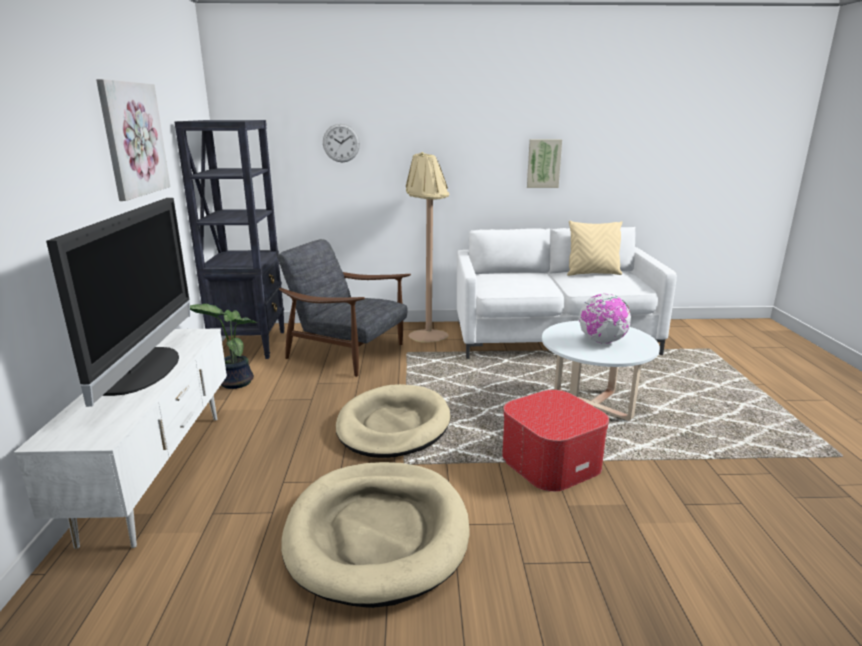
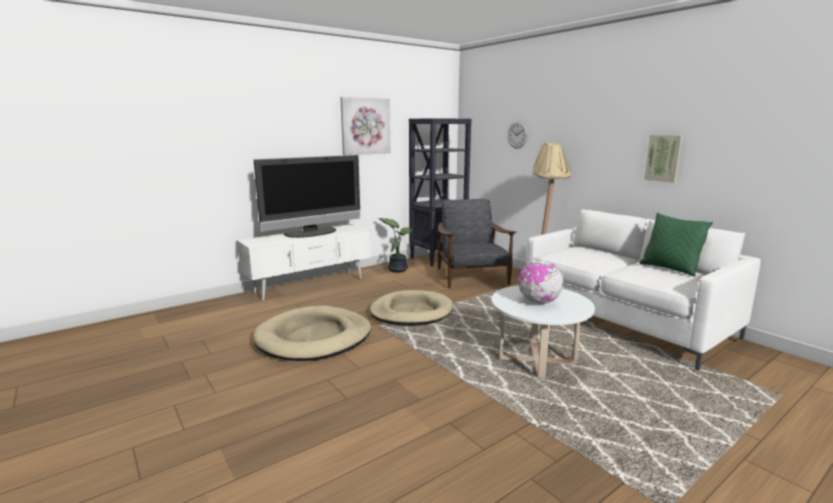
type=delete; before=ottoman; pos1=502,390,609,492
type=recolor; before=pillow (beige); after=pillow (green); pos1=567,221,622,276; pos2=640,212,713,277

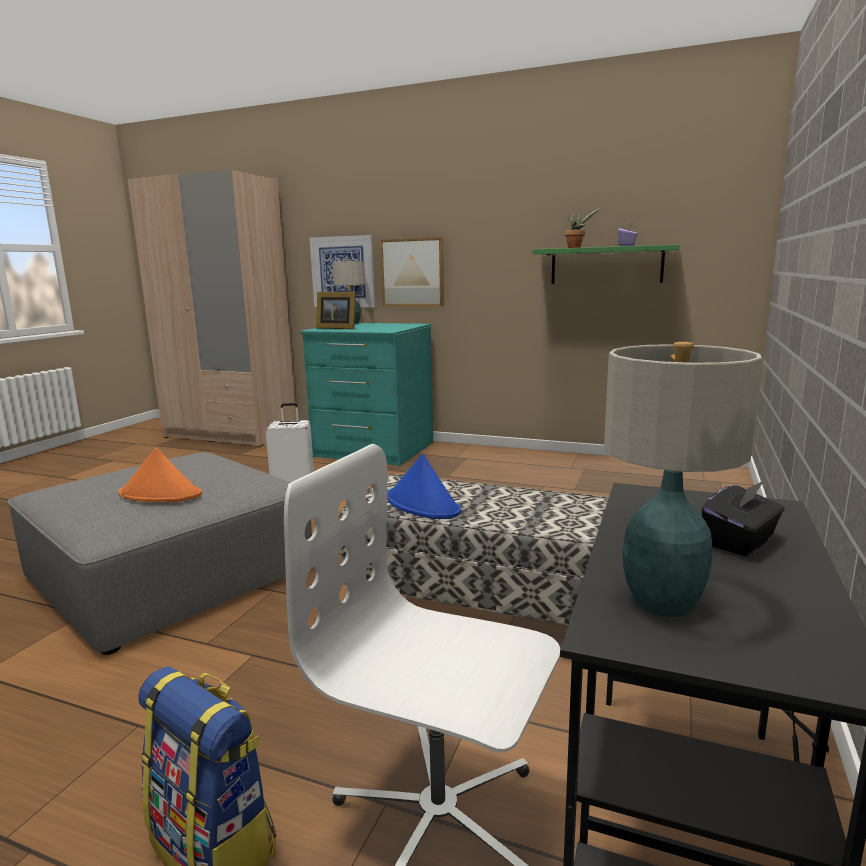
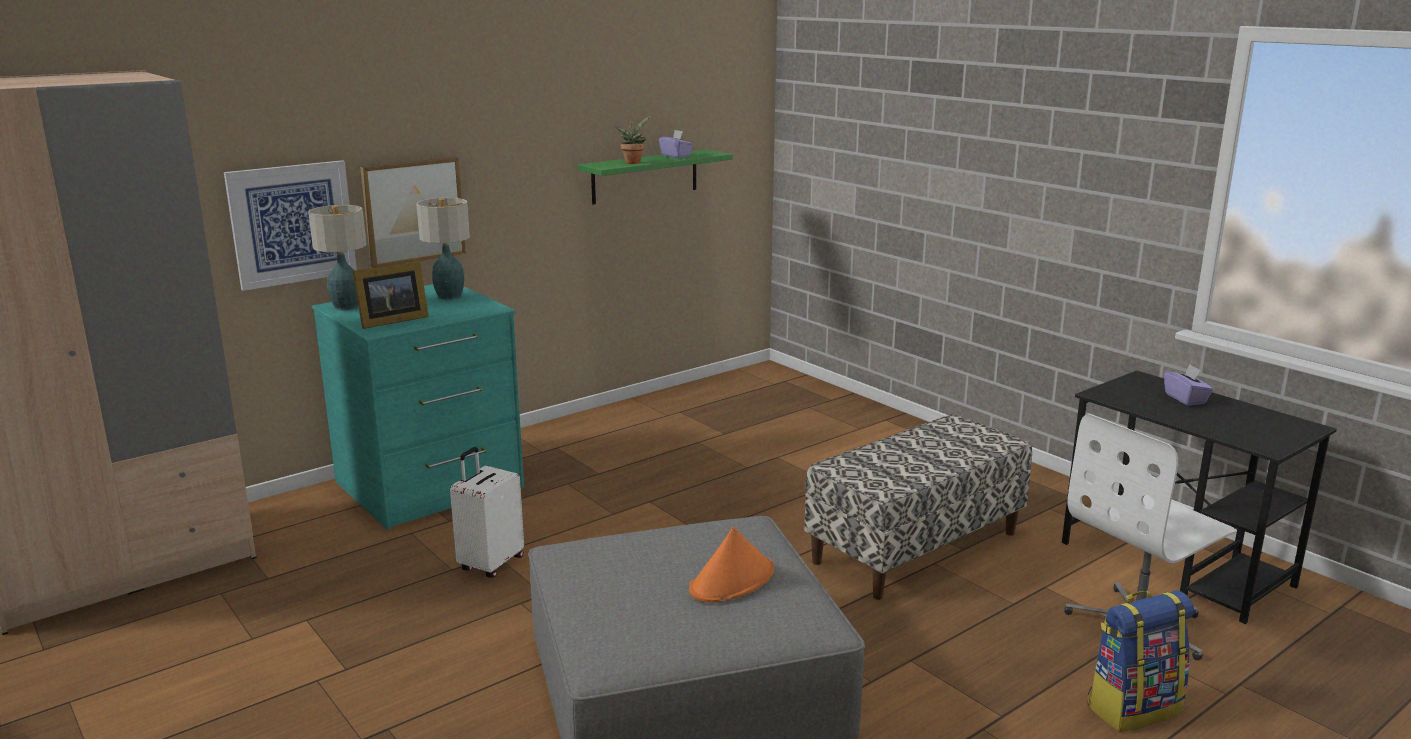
type=delete; before=hat (blue); pos1=387,454,461,519
type=move; before=table lamp; pos1=604,342,762,617; pos2=417,198,470,300
type=recolor; before=tissue box (black); after=tissue box (purple); pos1=702,480,784,557; pos2=1164,364,1213,405

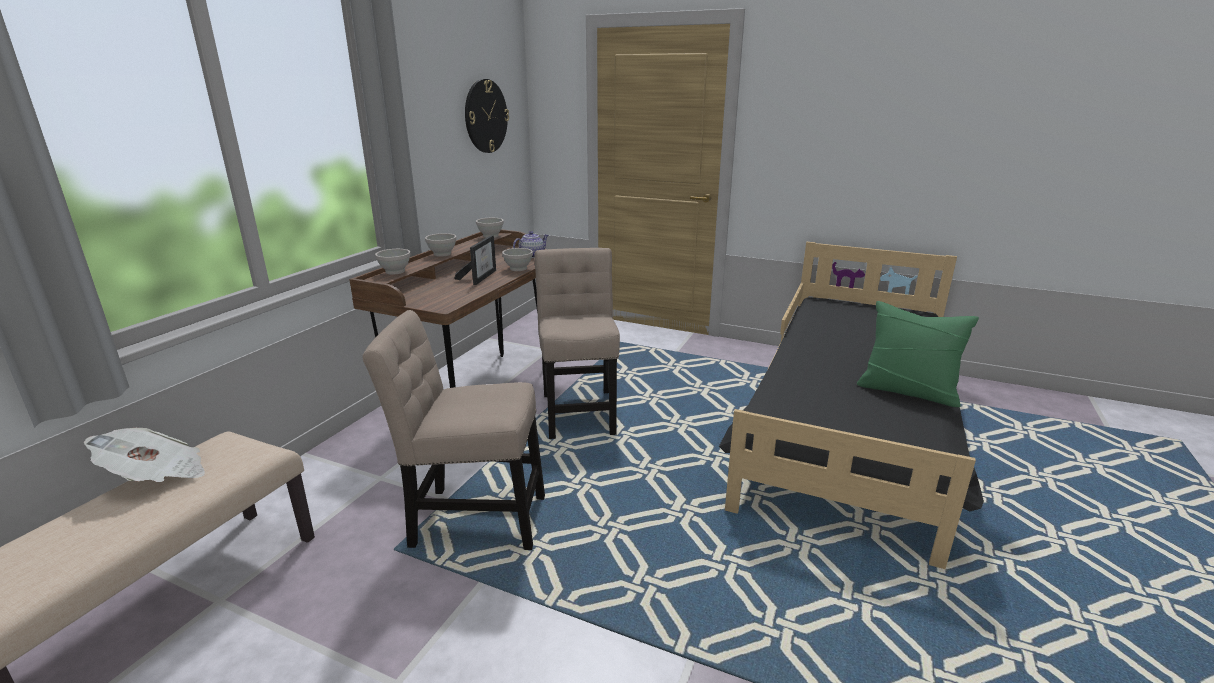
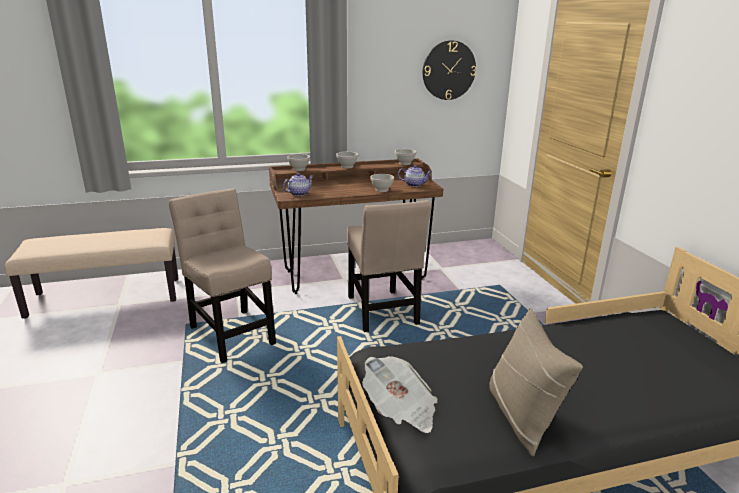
type=move; before=newspaper; pos1=84,428,205,482; pos2=362,356,438,433
type=delete; before=picture frame; pos1=454,235,496,285
type=rotate; before=chair (beige); pos1=534,248,620,439; pos2=347,200,432,332; turn=120
type=recolor; before=pillow (green); after=pillow (beige); pos1=857,301,979,407; pos2=489,308,583,456
type=insert; after=teapot; pos2=283,173,313,196

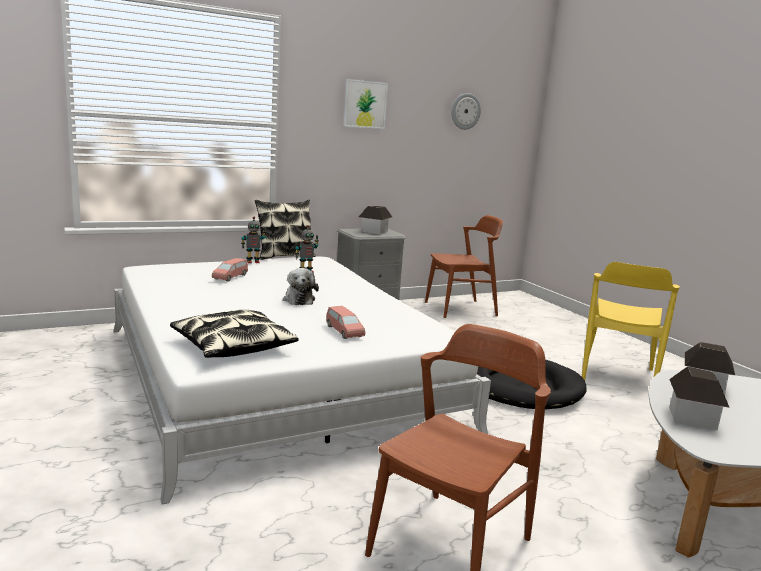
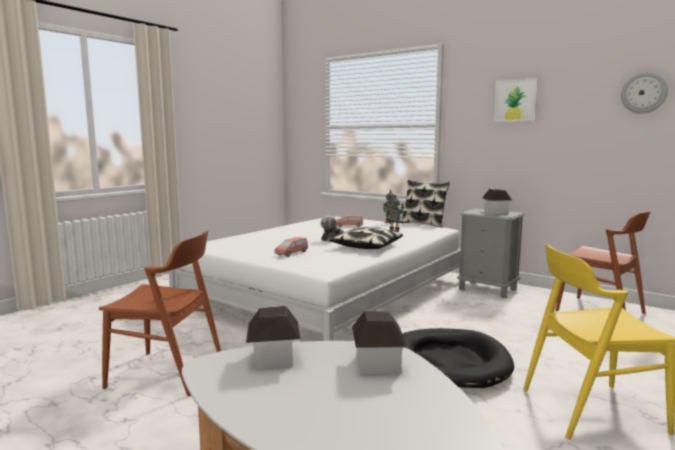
type=move; before=pillow; pos1=170,310,299,358; pos2=330,227,403,249

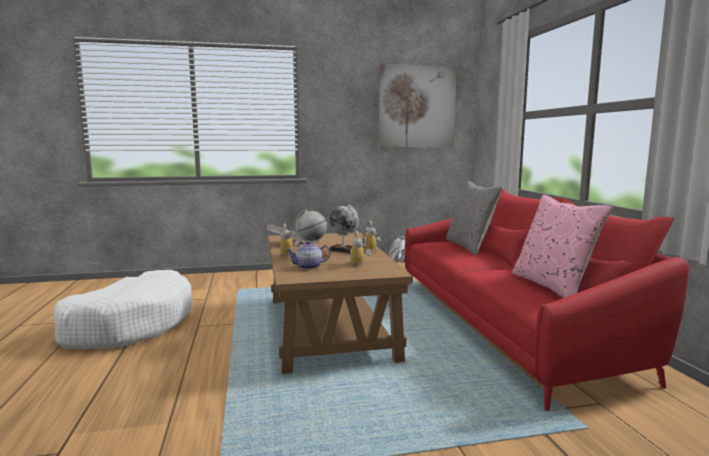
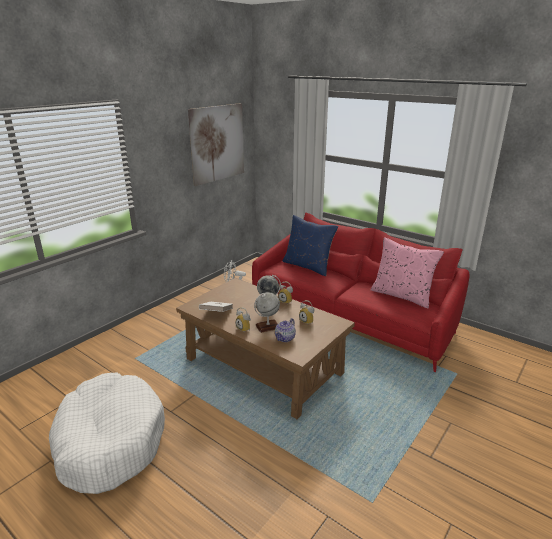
type=recolor; before=pillow (grey); after=pillow (blue); pos1=446,181,502,255; pos2=282,215,338,276

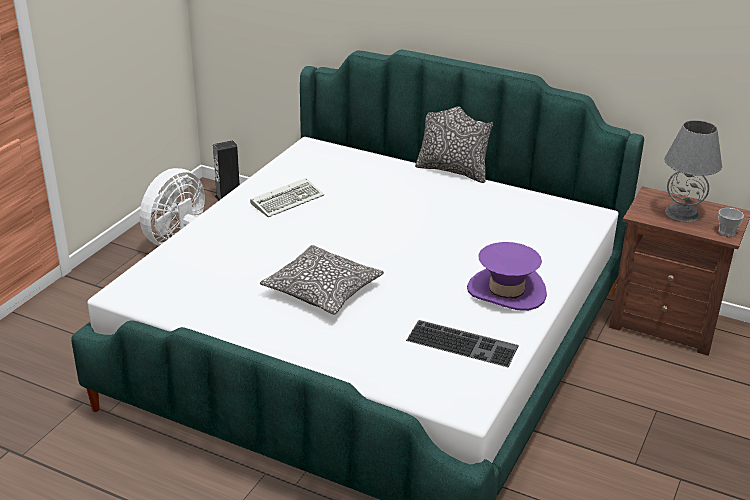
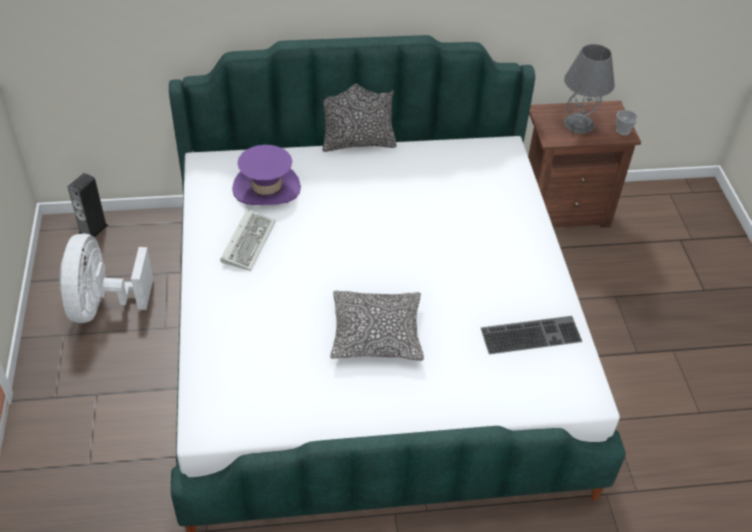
type=move; before=hat (purple); pos1=467,242,547,311; pos2=232,145,301,205

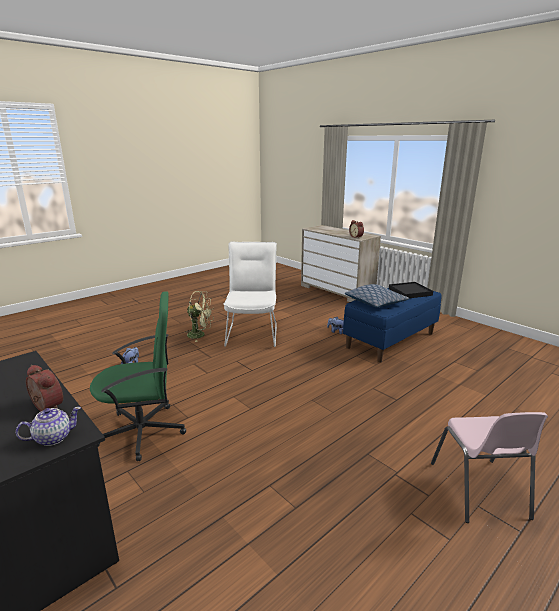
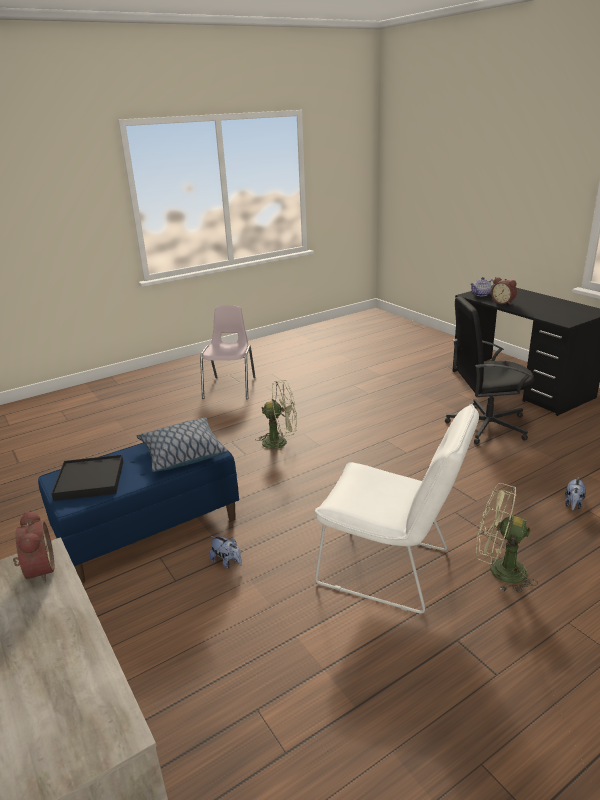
type=recolor; before=office chair (green); after=office chair (black); pos1=90,291,186,461; pos2=445,296,534,444
type=rotate; before=chair (white); pos1=223,241,277,347; pos2=315,404,479,614; turn=-75
type=insert; after=fan (green); pos2=256,380,297,454

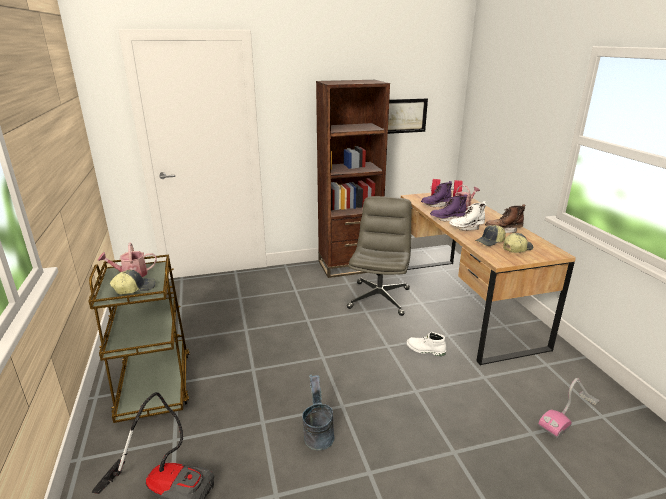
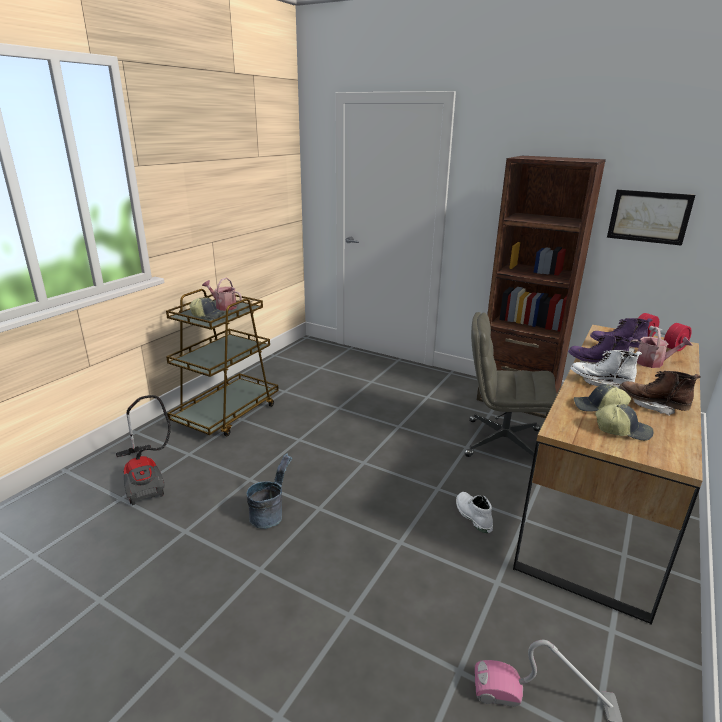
type=rotate; before=office chair (grey); pos1=347,196,412,316; pos2=465,312,557,457; turn=-135

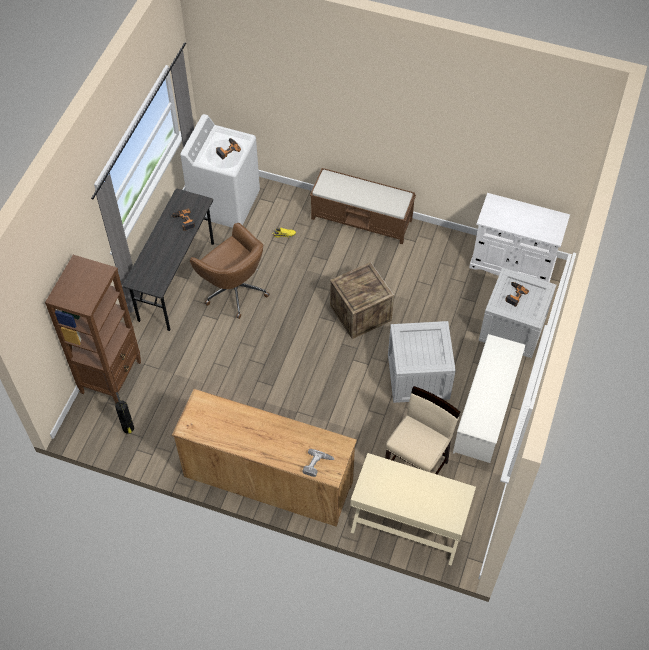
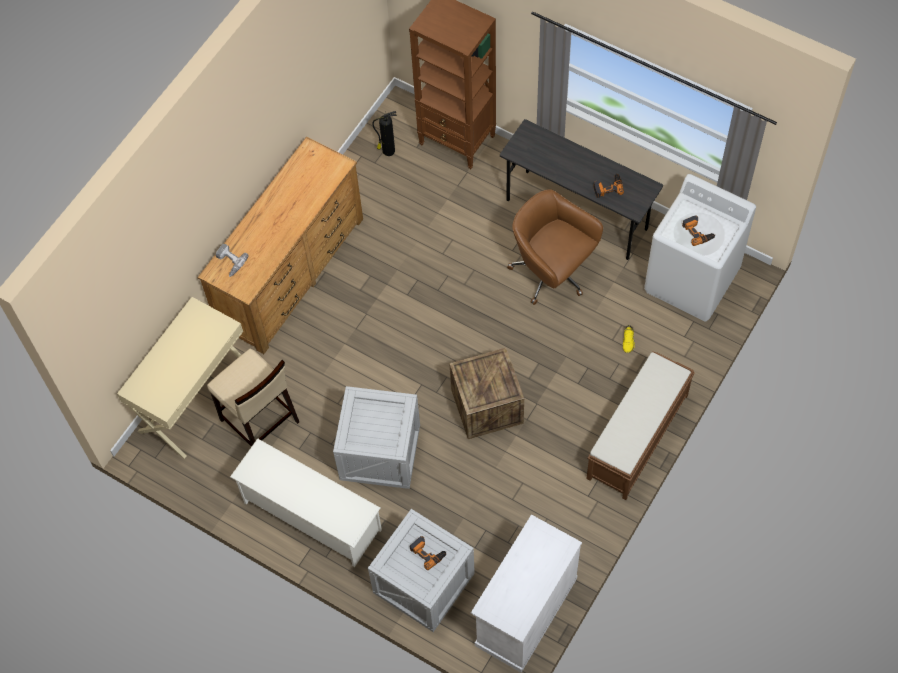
type=rotate; before=office chair (brown); pos1=190,223,270,319; pos2=507,189,603,305; turn=75

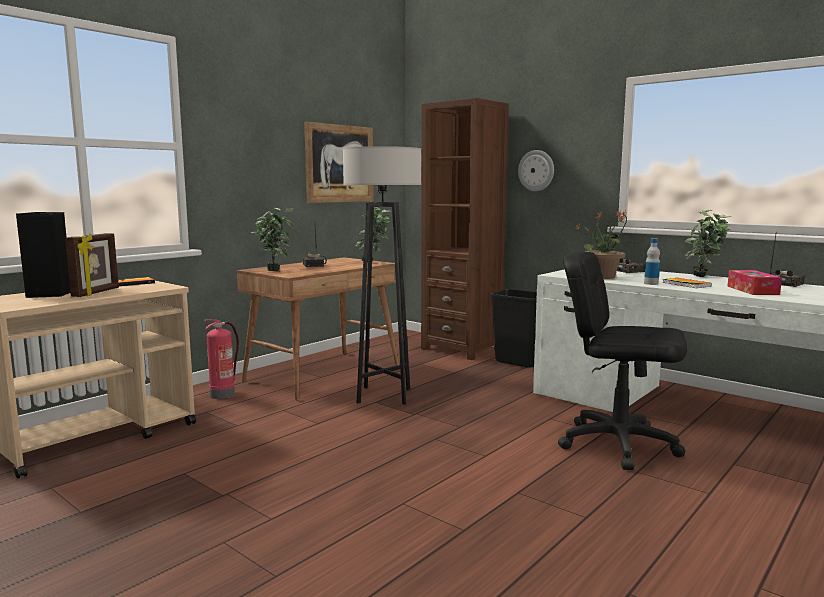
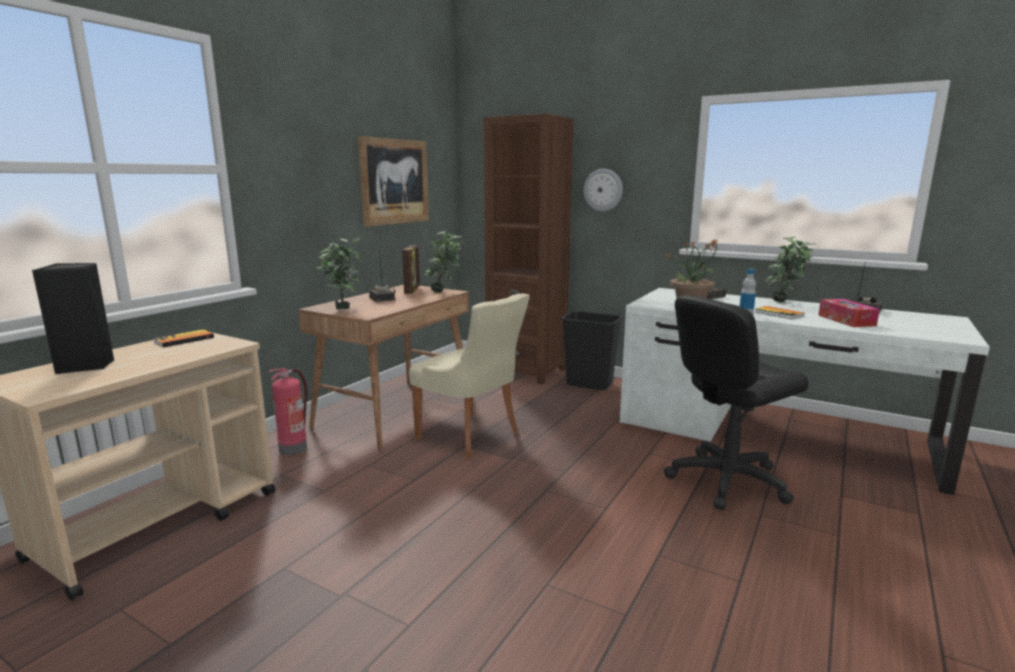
type=move; before=picture frame; pos1=65,233,119,297; pos2=402,245,420,294
type=replace; before=floor lamp (grey); after=chair (beige); pos1=343,146,421,405; pos2=409,294,530,459
type=rotate; before=office chair (black); pos1=558,251,687,470; pos2=664,295,809,510; turn=-45

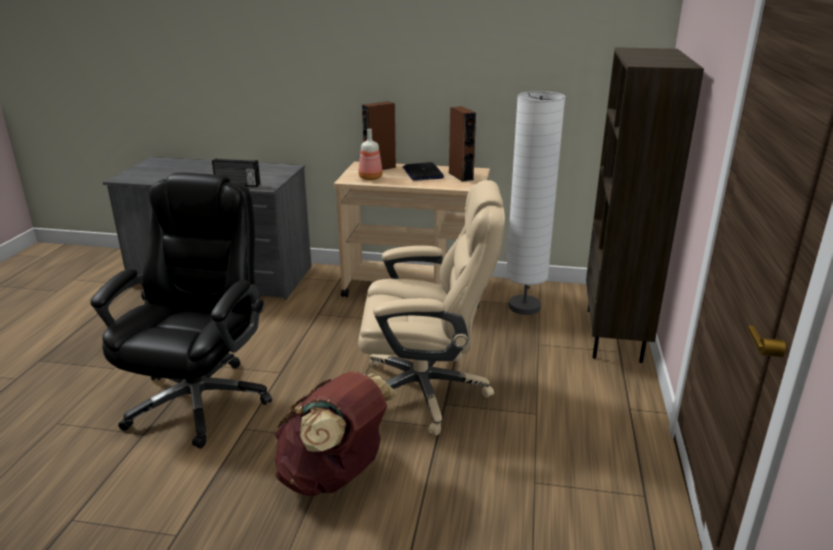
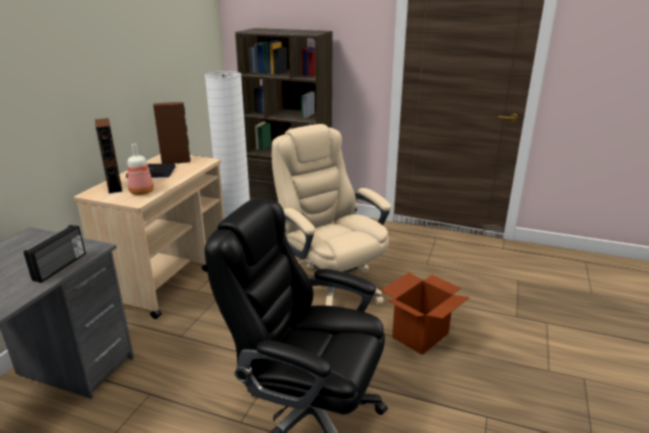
type=replace; before=backpack (brown); after=cardboard box; pos1=274,371,398,496; pos2=381,272,470,355
type=rotate; before=office chair (beige); pos1=358,180,505,436; pos2=271,124,391,306; turn=-45

